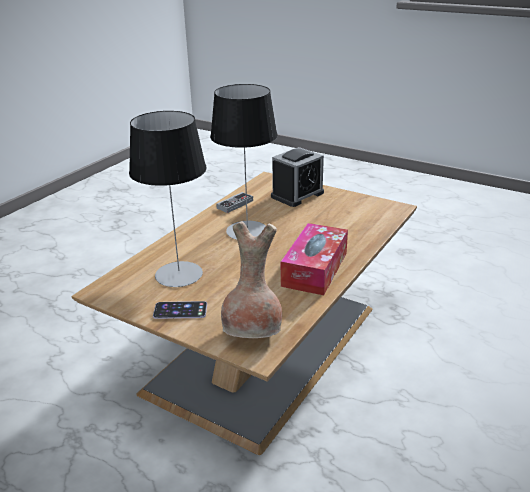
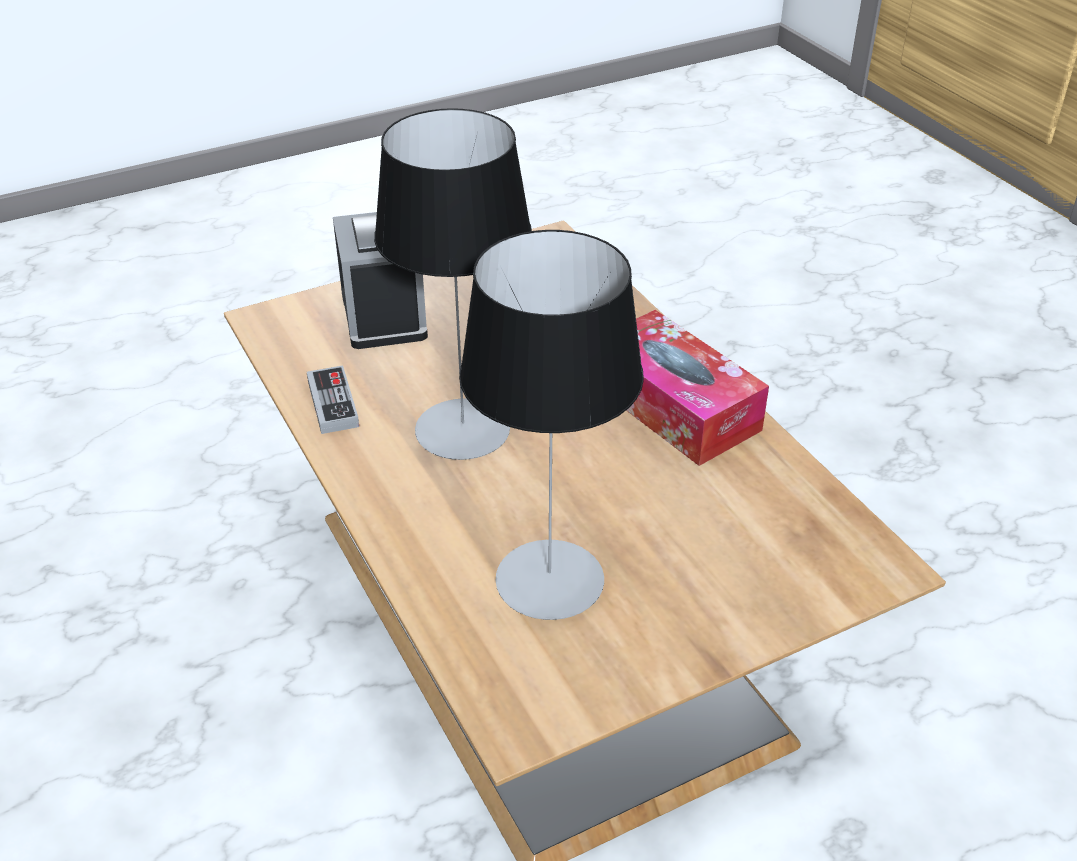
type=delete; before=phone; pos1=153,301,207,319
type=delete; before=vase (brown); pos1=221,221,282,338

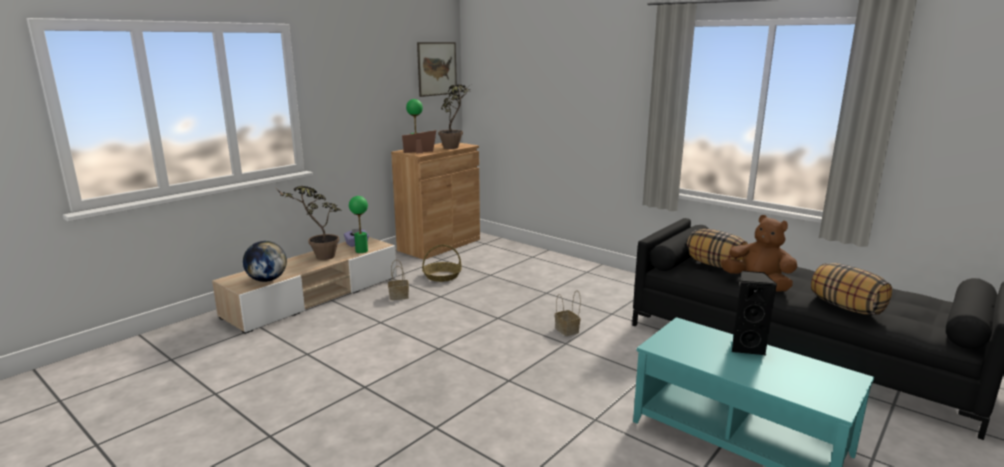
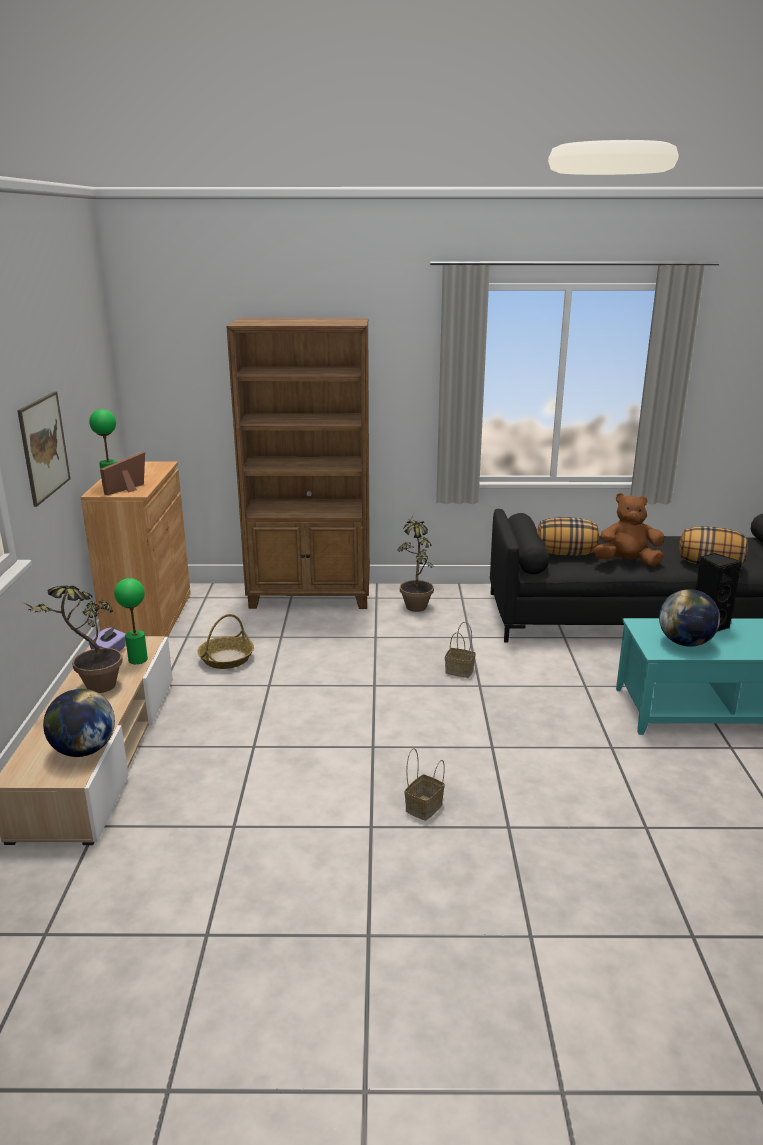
type=move; before=basket; pos1=388,260,409,300; pos2=405,748,445,821
type=move; before=picture; pos1=417,42,457,97; pos2=17,391,70,507
type=move; before=potted plant; pos1=438,84,471,149; pos2=397,514,434,612
type=insert; after=bookcase (brown); pos2=226,318,370,609
type=insert; after=globe; pos2=659,589,720,647

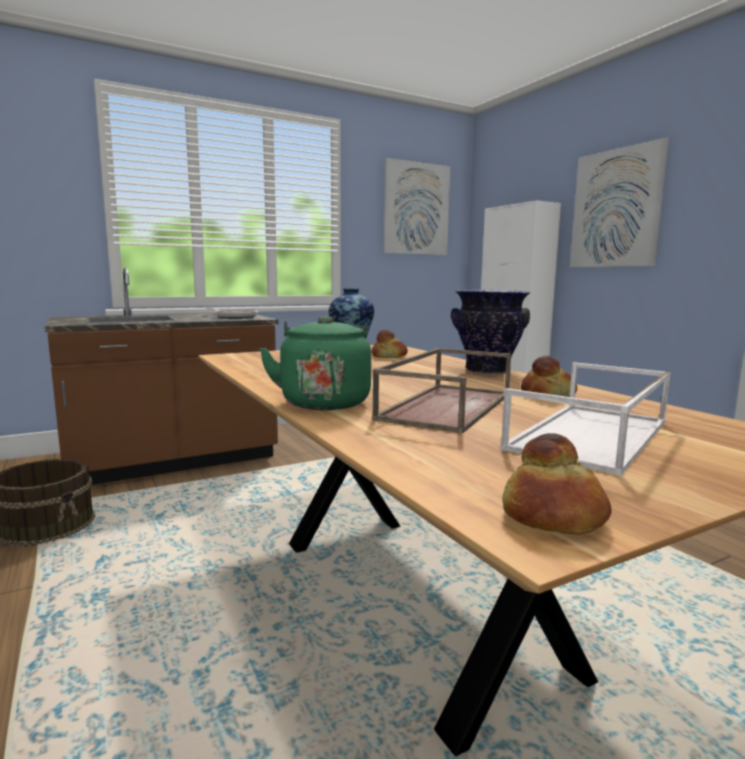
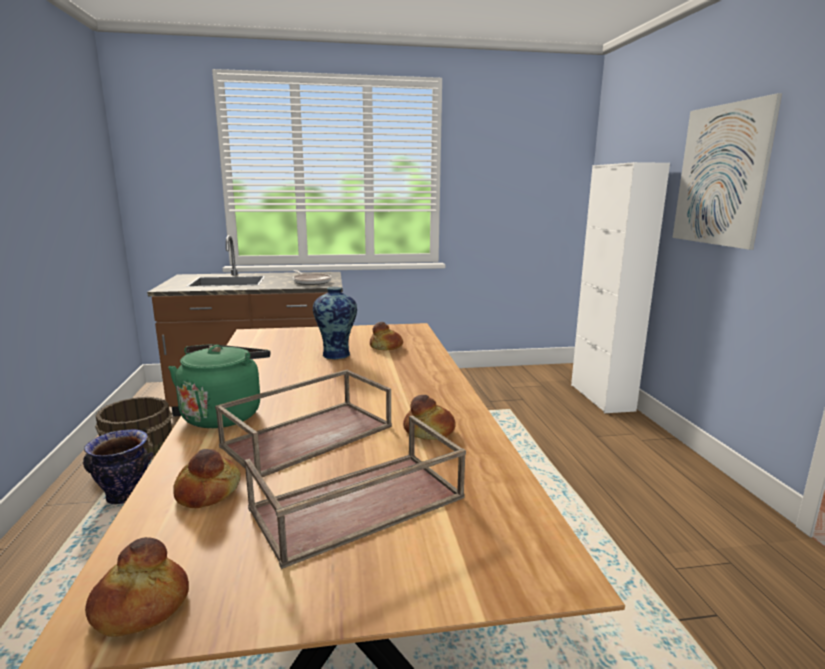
type=delete; before=picture; pos1=384,158,450,255
type=move; before=vase; pos1=451,289,530,375; pos2=83,429,153,504
type=recolor; before=tray (white); after=tray (brown); pos1=500,362,671,476; pos2=245,415,466,569
type=insert; after=bread; pos2=173,449,241,508

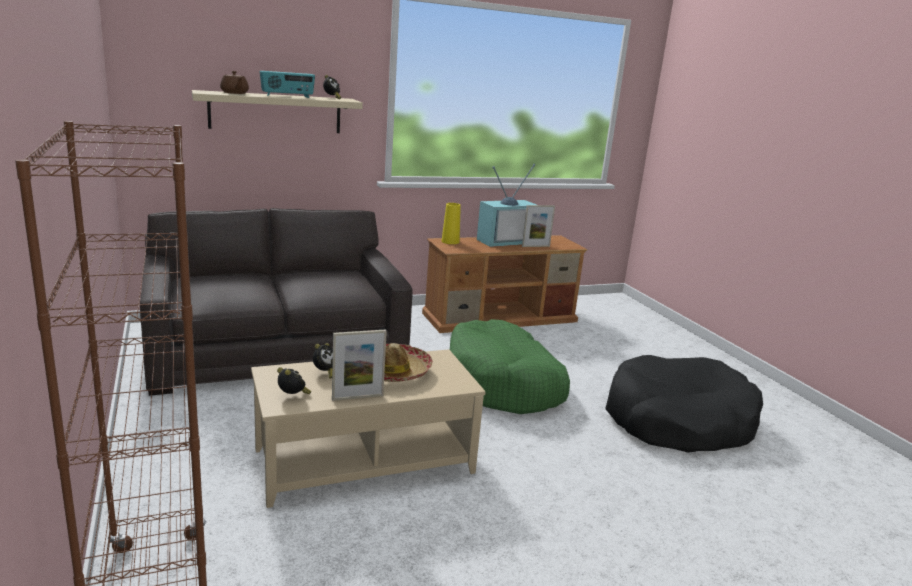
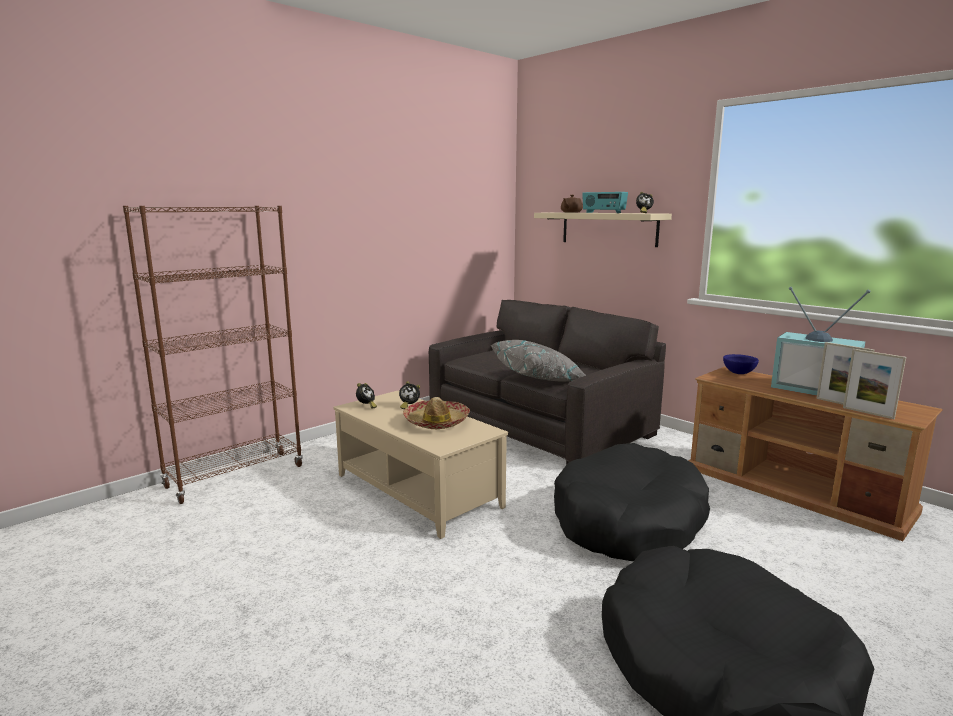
type=move; before=picture frame; pos1=332,329,387,401; pos2=843,349,906,419
type=replace; before=vase (yellow); after=bowl (blue); pos1=442,203,461,244; pos2=723,354,759,374
type=recolor; before=dog bed (green); after=dog bed (black); pos1=450,319,570,414; pos2=554,443,710,561
type=insert; after=pillow (grey); pos2=491,340,586,381

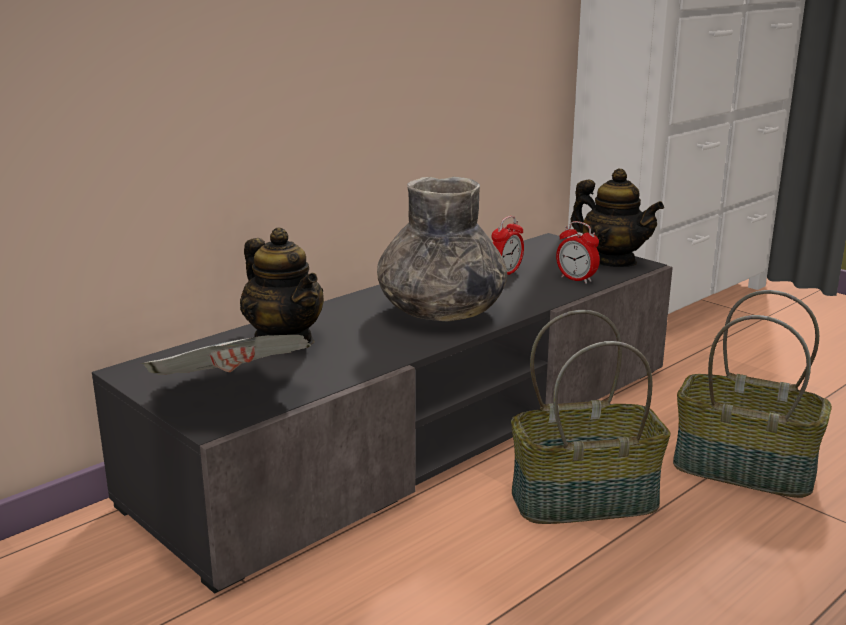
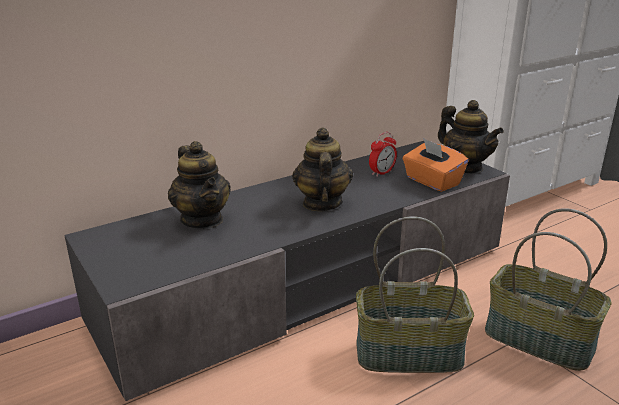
type=delete; before=newspaper; pos1=141,335,311,375
type=replace; before=vase (grey); after=teapot; pos1=377,177,507,322; pos2=292,127,353,211
type=replace; before=alarm clock; after=tissue box (orange); pos1=556,221,600,284; pos2=402,138,469,192

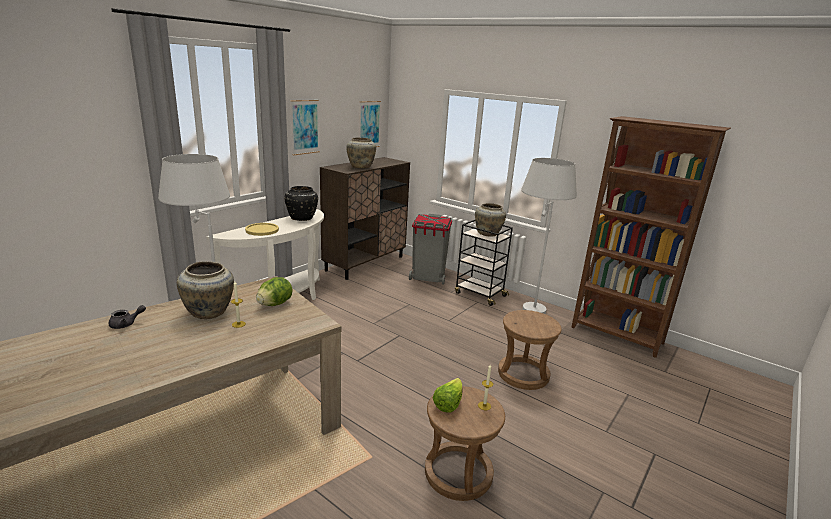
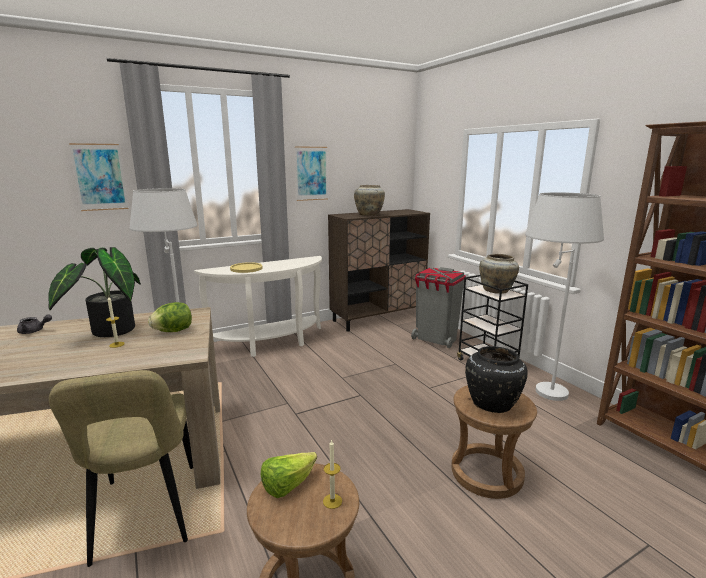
type=replace; before=vase (beige); after=potted plant; pos1=177,261,234,319; pos2=48,247,141,337
type=move; before=vase (black); pos1=284,186,318,221; pos2=465,346,528,413
type=move; before=picture; pos1=360,101,381,147; pos2=69,143,128,211
type=insert; after=chair (beige); pos2=49,370,193,567

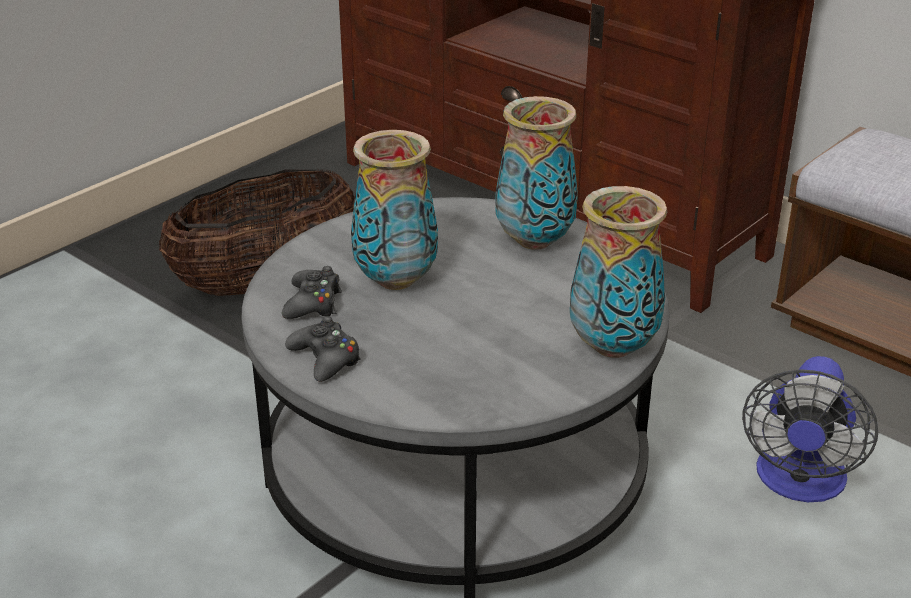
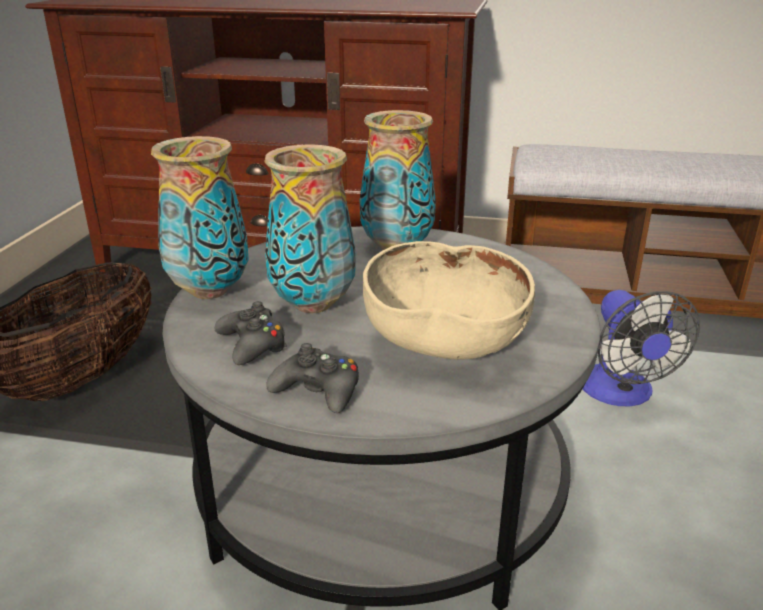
type=move; before=vase; pos1=570,186,667,358; pos2=151,136,249,299
type=insert; after=bowl (beige); pos2=363,241,535,360

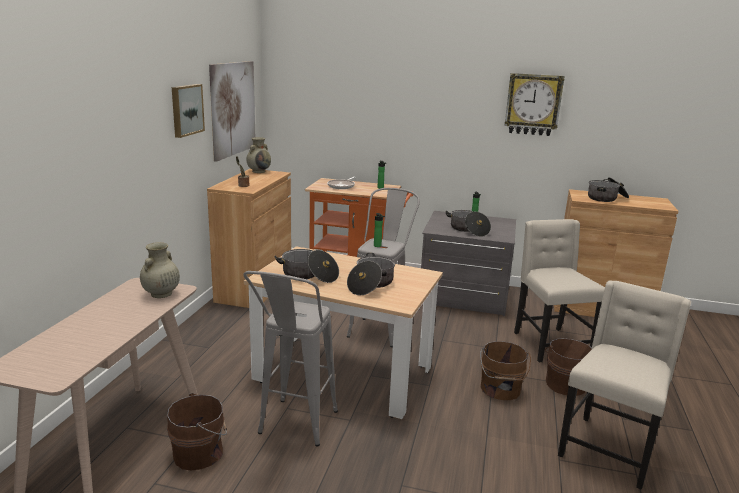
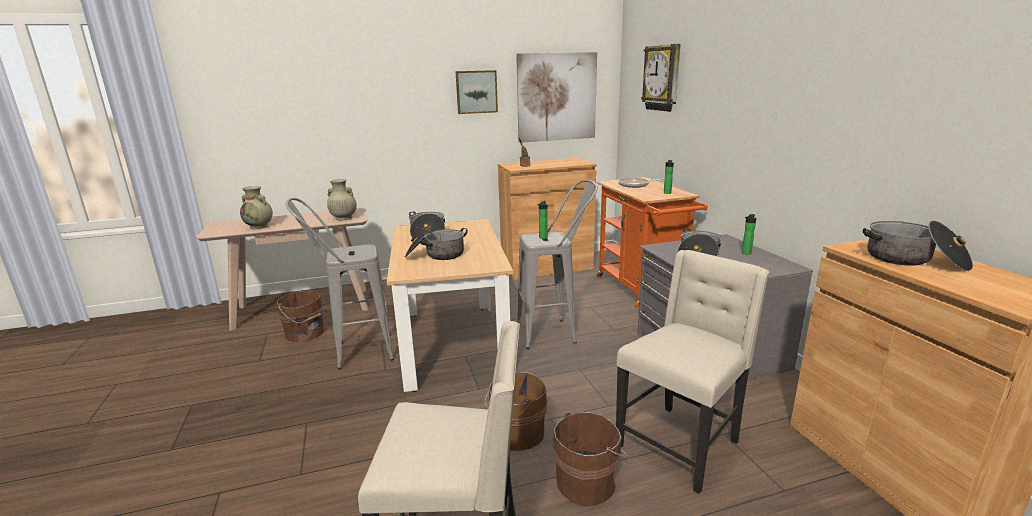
type=move; before=vase (beige); pos1=246,137,271,173; pos2=240,186,273,229
type=move; before=wall clock; pos1=505,73,565,136; pos2=641,44,681,112

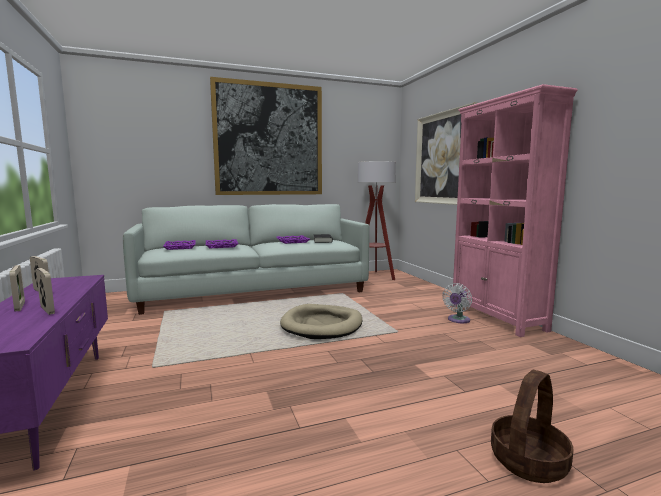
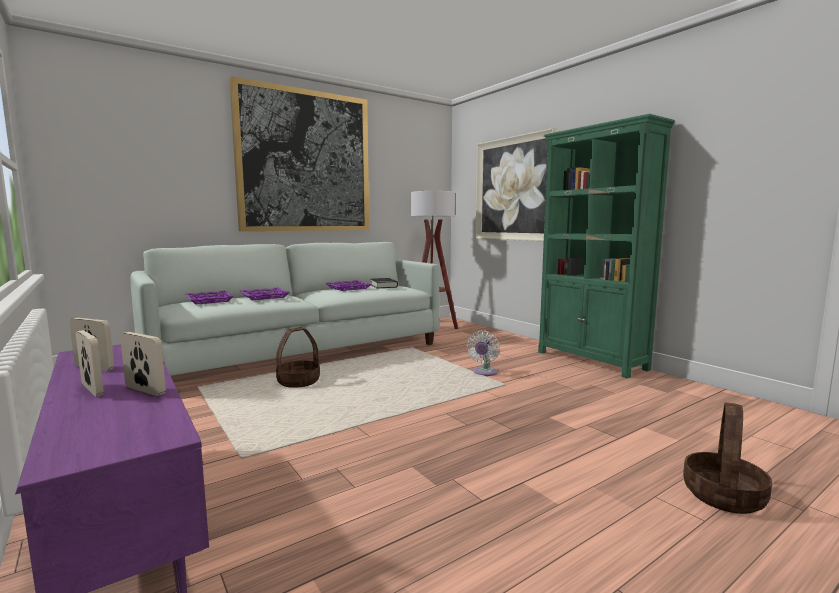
type=delete; before=dog bed (beige); pos1=280,304,362,339
type=move; before=fan (white); pos1=442,283,472,323; pos2=467,331,500,376
type=recolor; before=bookcase (pink); after=bookcase (green); pos1=453,84,578,337; pos2=538,114,675,378
type=insert; after=basket; pos2=276,328,320,388

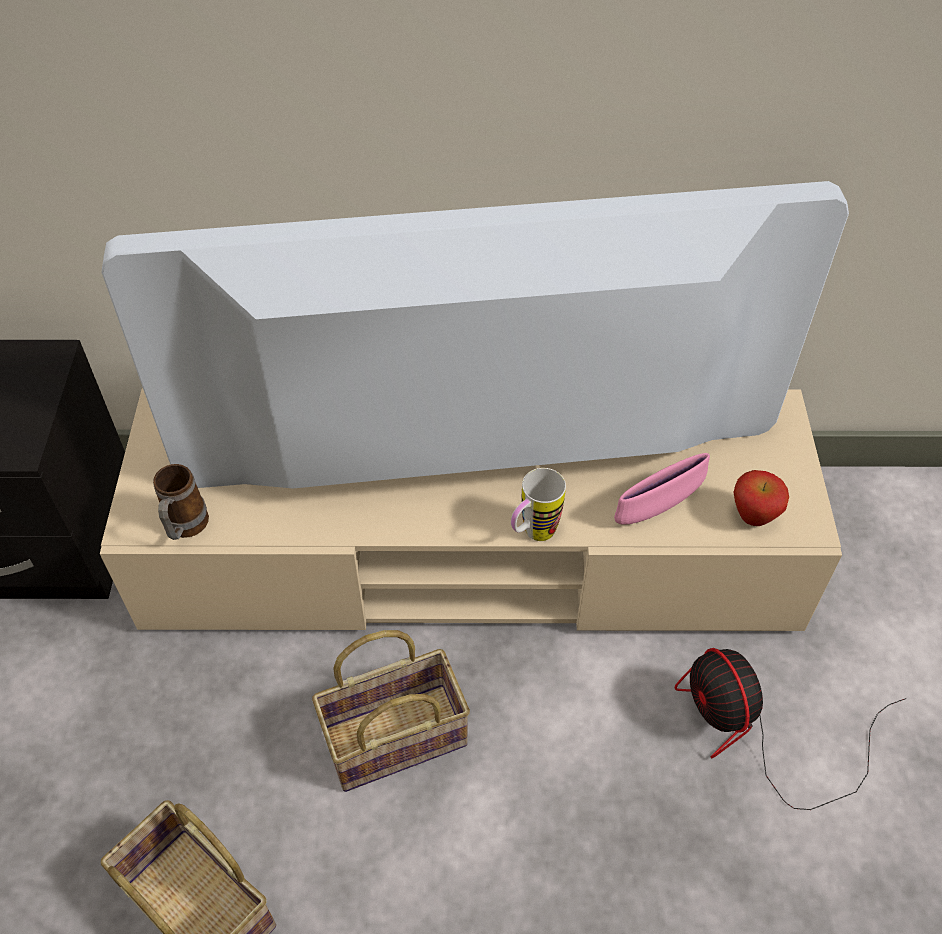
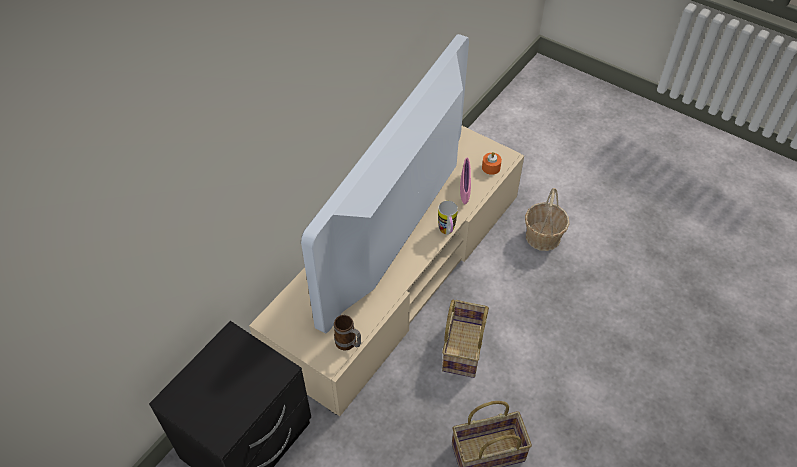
type=replace; before=fan; after=basket; pos1=675,648,907,810; pos2=525,188,570,251
type=replace; before=apple; after=candle (orange); pos1=733,470,789,526; pos2=482,152,502,175

